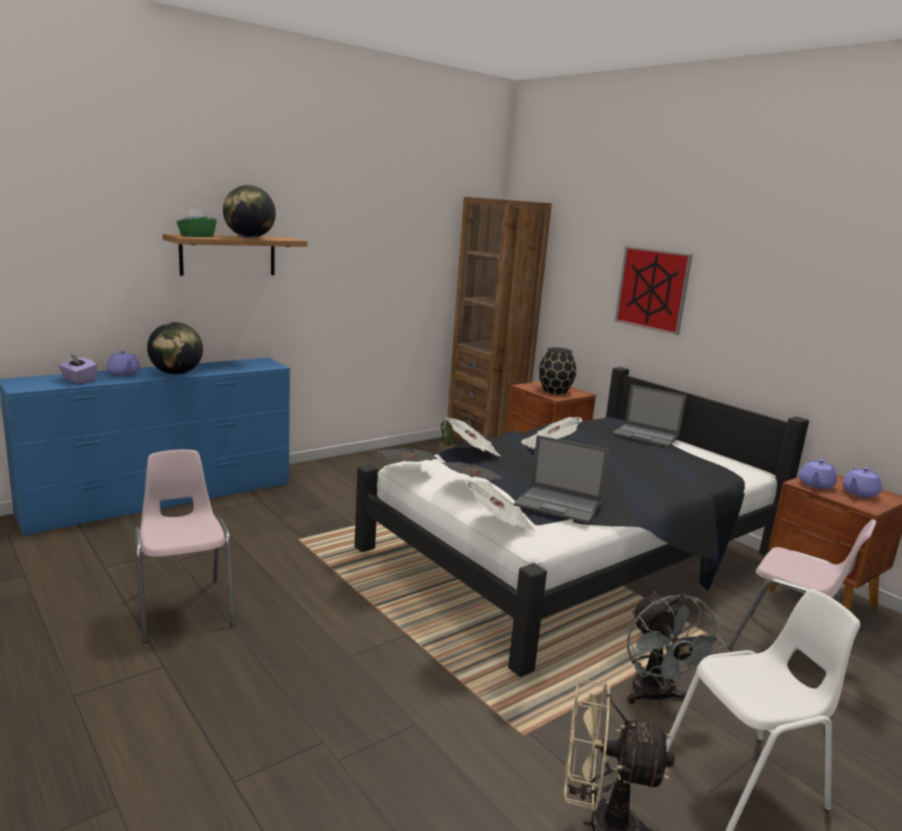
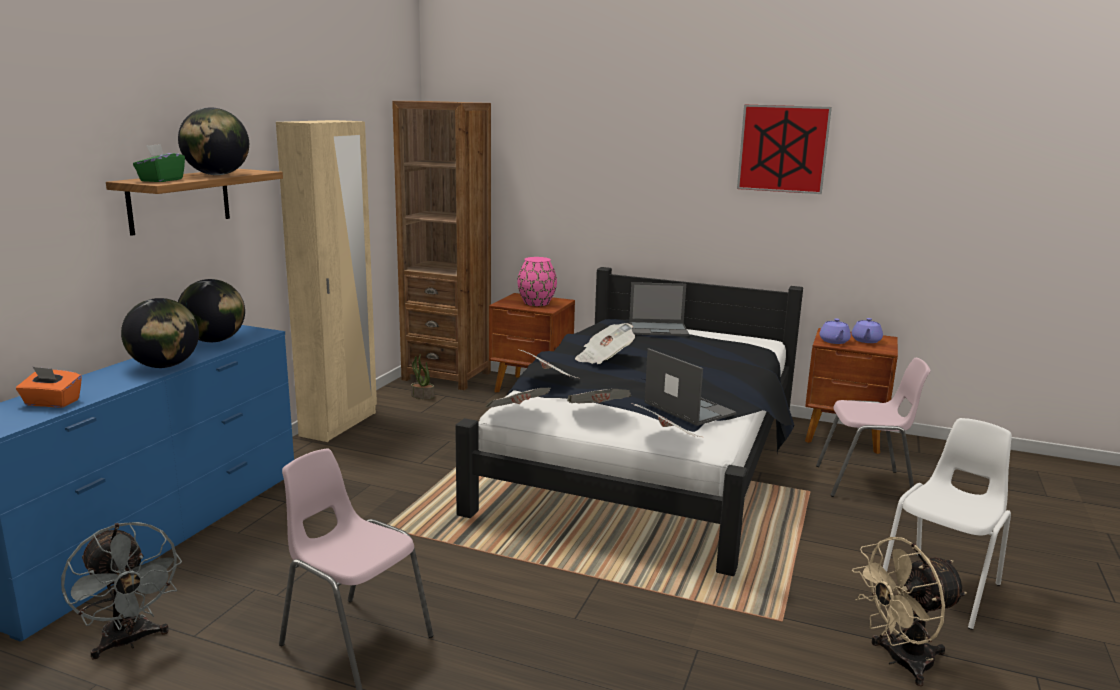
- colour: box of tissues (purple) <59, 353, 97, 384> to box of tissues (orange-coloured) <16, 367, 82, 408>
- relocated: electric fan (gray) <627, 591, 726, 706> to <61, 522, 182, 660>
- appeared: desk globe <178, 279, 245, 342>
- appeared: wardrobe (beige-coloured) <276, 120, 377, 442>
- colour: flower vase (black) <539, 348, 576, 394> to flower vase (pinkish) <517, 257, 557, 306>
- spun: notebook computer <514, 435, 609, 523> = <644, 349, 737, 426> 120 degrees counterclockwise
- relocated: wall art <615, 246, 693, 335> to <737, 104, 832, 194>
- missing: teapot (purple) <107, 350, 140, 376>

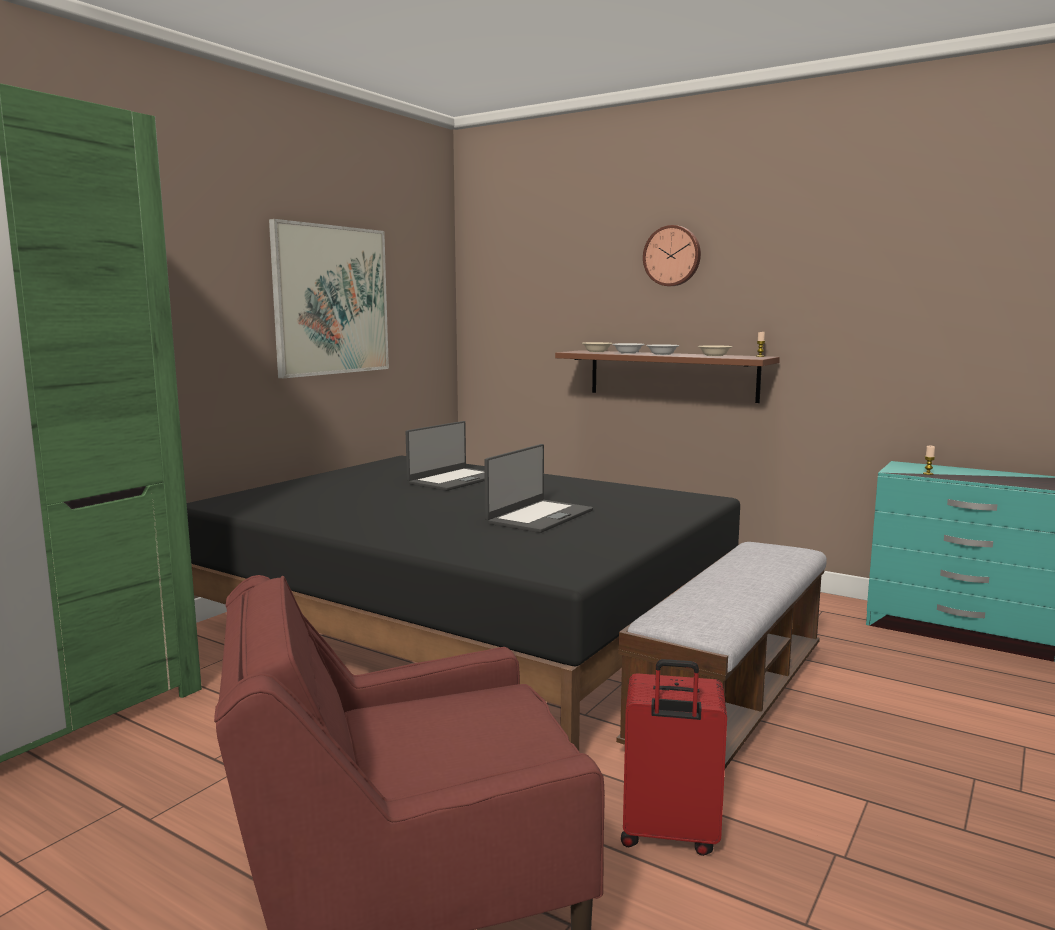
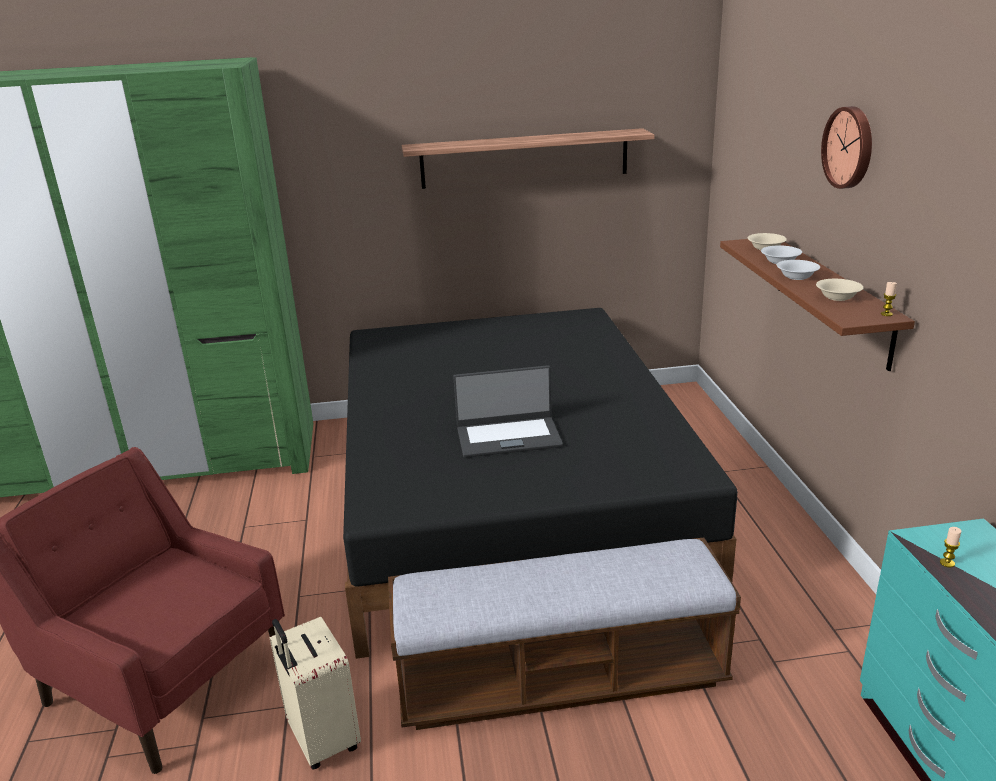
- colour: suitcase (reddish) <621, 659, 727, 856> to suitcase (beige-coloured) <270, 617, 361, 769>
- exchanged: wall art <269, 219, 389, 378> to wall shelf <402, 128, 655, 189>
- missing: notebook computer <406, 421, 485, 491>

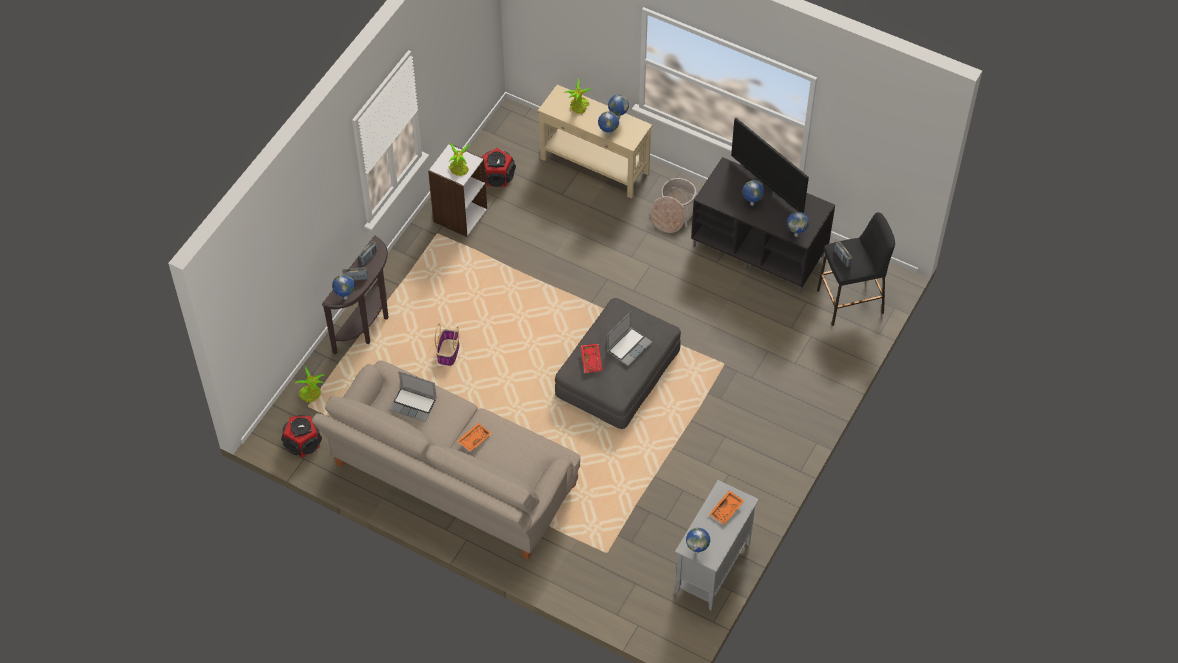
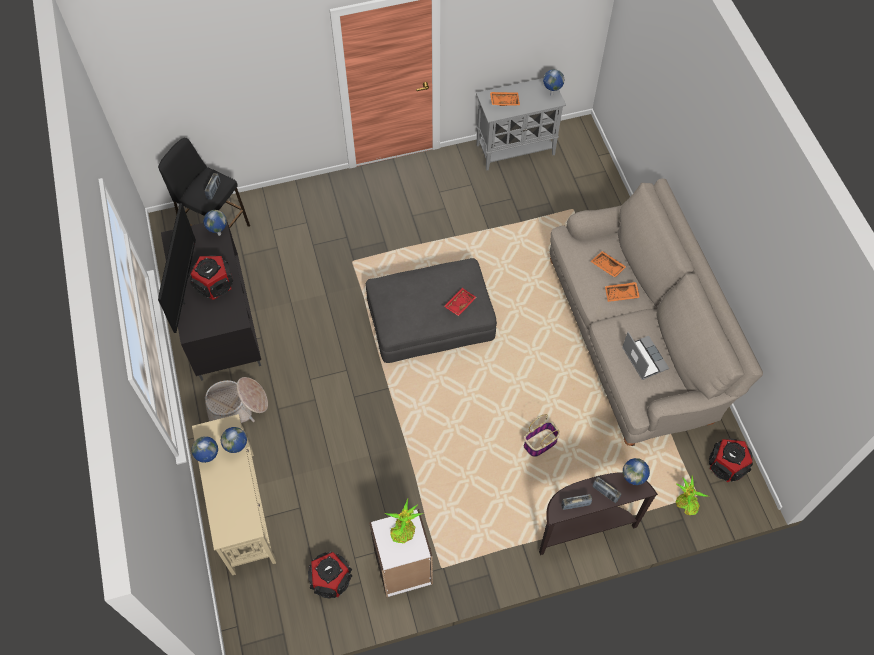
- exchanged: desk globe <743, 180, 764, 206> to audio speaker <190, 255, 233, 300>
- appeared: carrying tray (orange-coloured) <591, 251, 626, 278>
- missing: potted plant <564, 78, 591, 114>
- missing: notebook computer <607, 311, 652, 367>

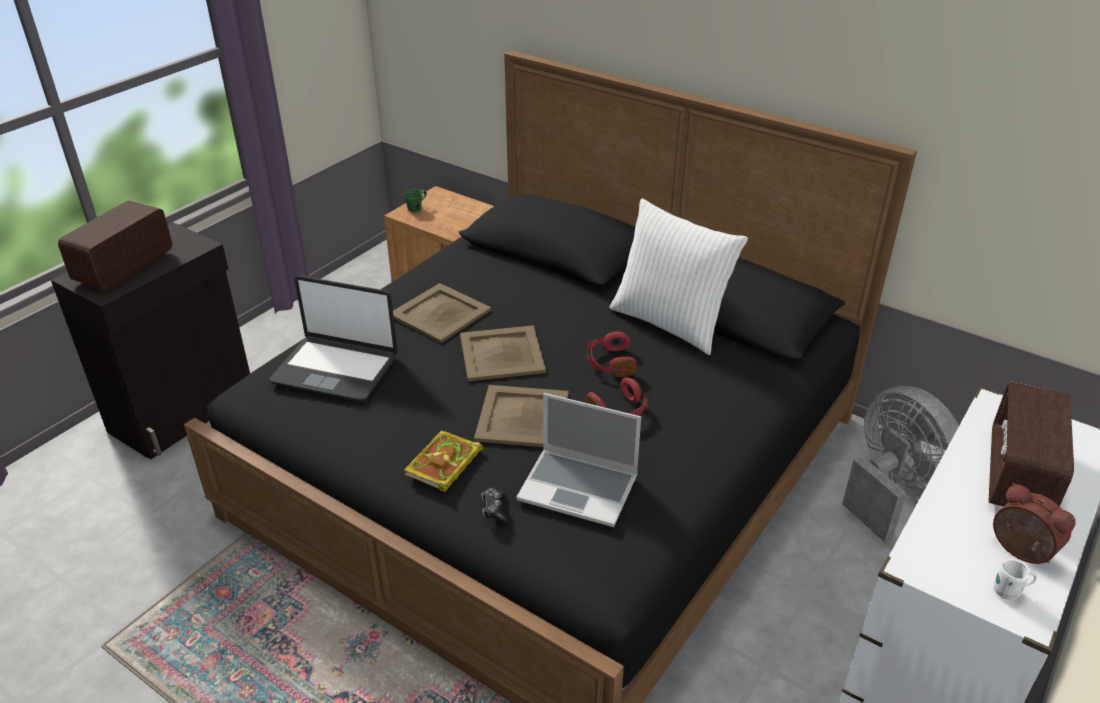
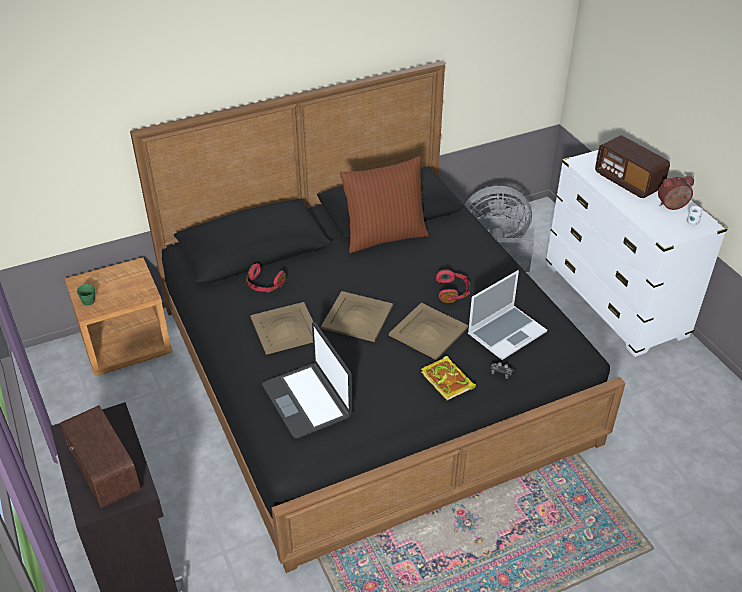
- relocated: pair of headphones (reddish) <587, 331, 637, 377> to <246, 263, 286, 293>
- spun: notebook computer <269, 276, 398, 402> = <262, 322, 353, 439> 105 degrees clockwise
- colour: throw pillow (white) <609, 198, 748, 355> to throw pillow (brownish) <340, 156, 429, 253>

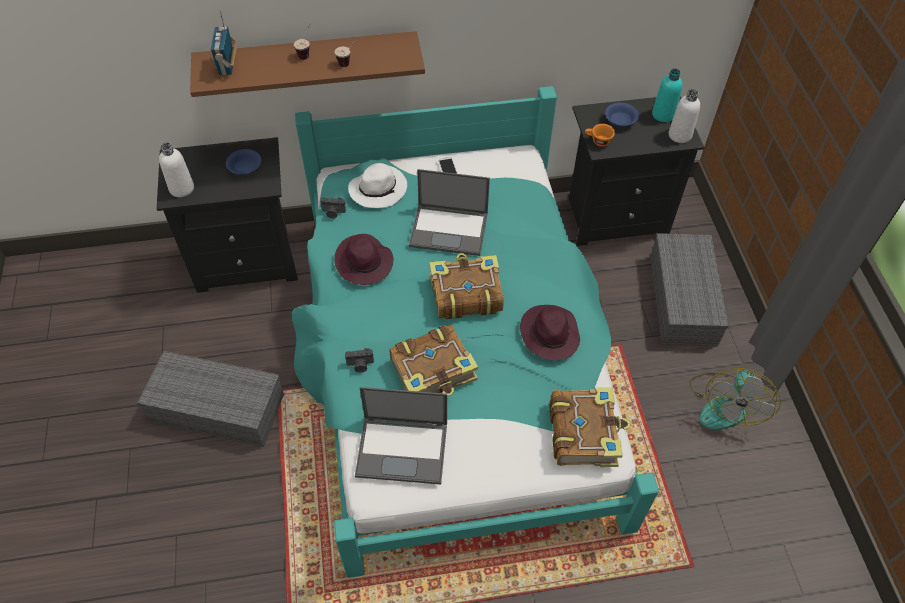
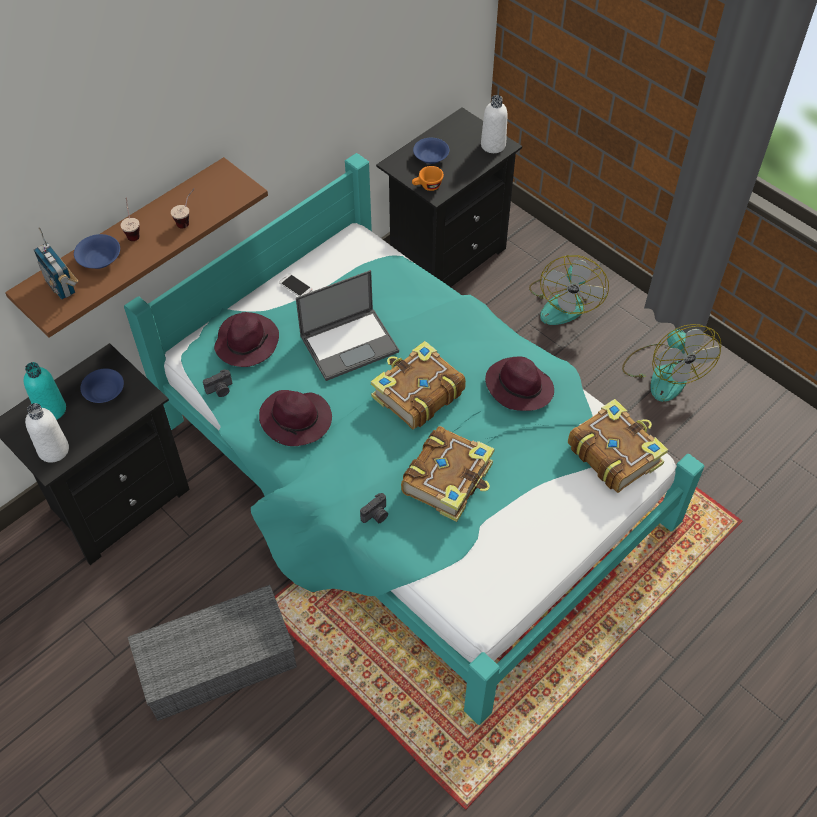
- relocated: drink bottle (blue-green) <652, 69, 683, 122> to <23, 362, 66, 420>
- appeared: serving bowl (blue-coloured) <74, 234, 120, 269>
- colour: clothing hat (white) <348, 163, 407, 208> to clothing hat (purple) <214, 312, 279, 367>
- exchanged: storage bin (gray) <650, 233, 729, 346> to electric fan <529, 255, 609, 325>
- missing: notebook computer <355, 387, 447, 485>

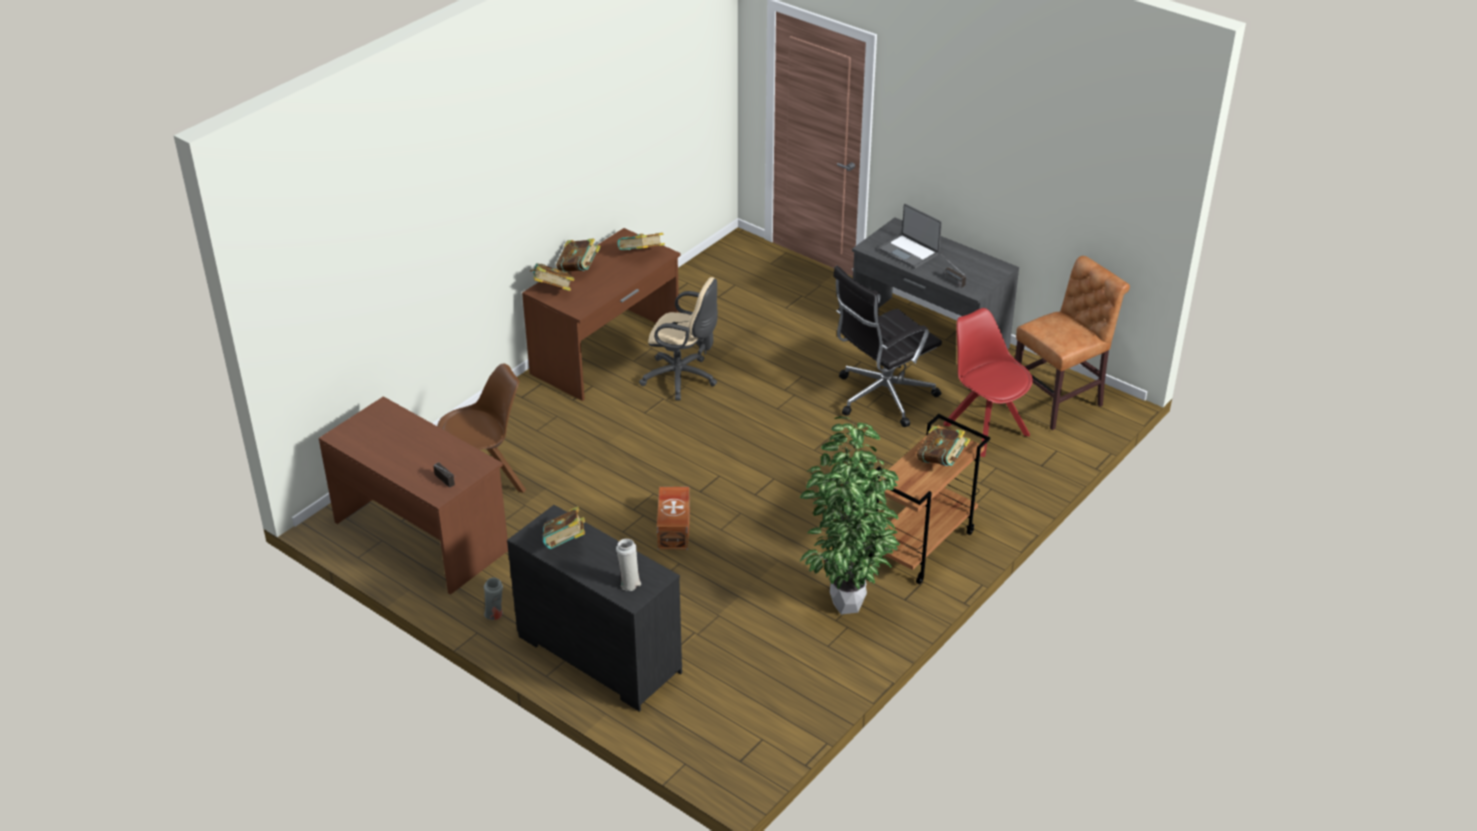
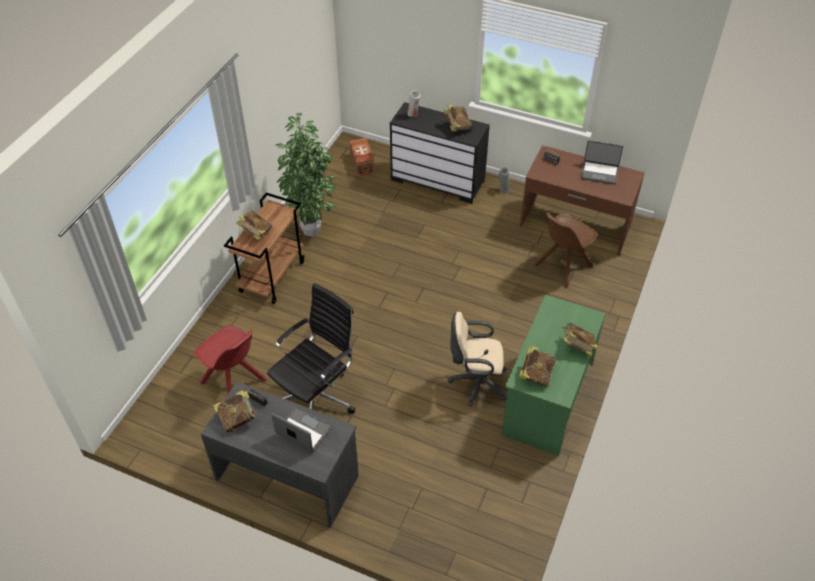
- relocated: bound book <530, 263, 574, 291> to <213, 390, 258, 432>
- relocated: storage bin (brownish) <657, 487, 690, 550> to <350, 138, 375, 176>
- colour: desk table (brownish) <522, 228, 681, 401> to desk table (green-coloured) <501, 294, 606, 456>
- appeared: notebook computer <581, 140, 623, 184>
- missing: chair (brownish) <1015, 256, 1130, 430>

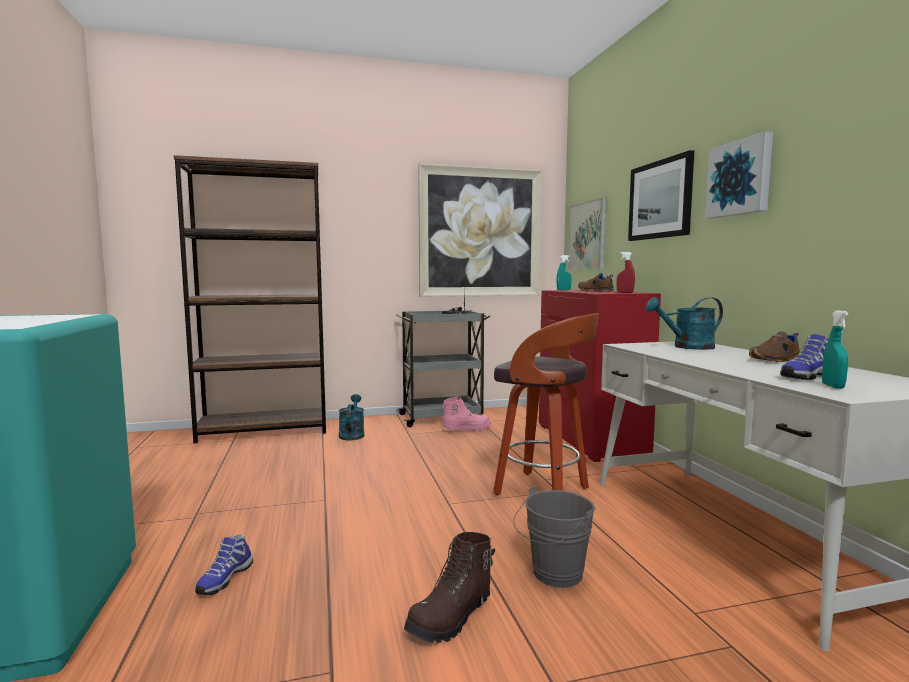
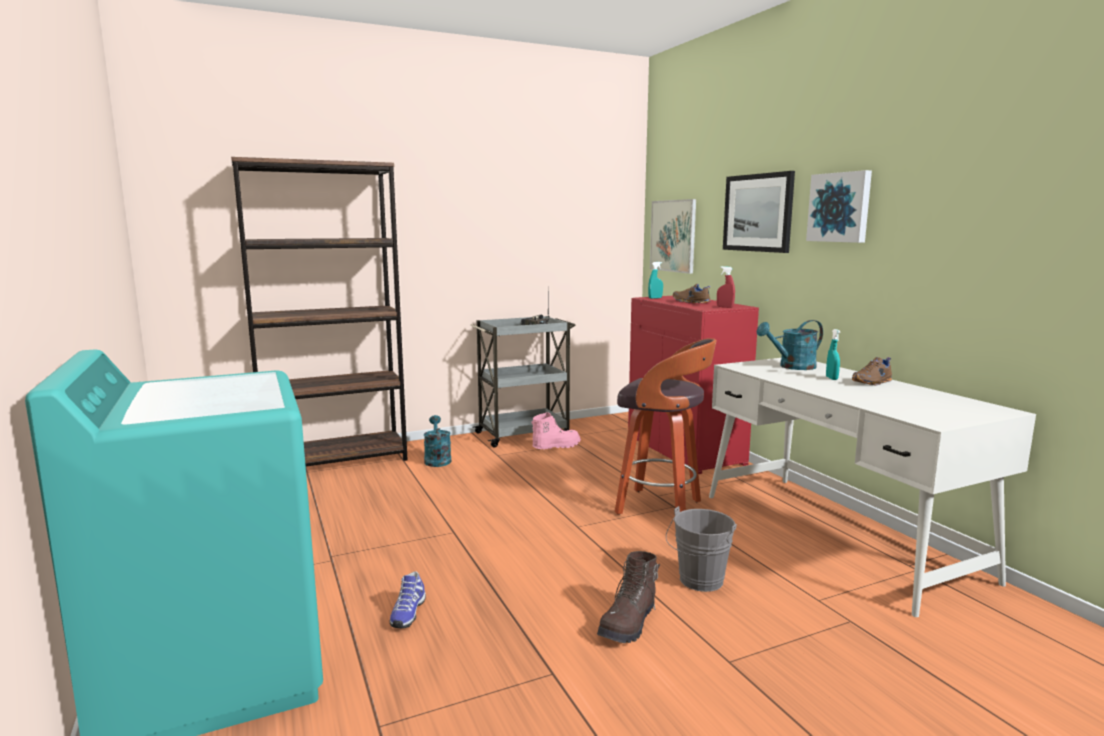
- relocated: spray bottle (blue-green) <822, 310, 849, 389> to <826, 329, 841, 380>
- missing: wall art <418, 163, 542, 297>
- missing: shoe <780, 334, 829, 380>

